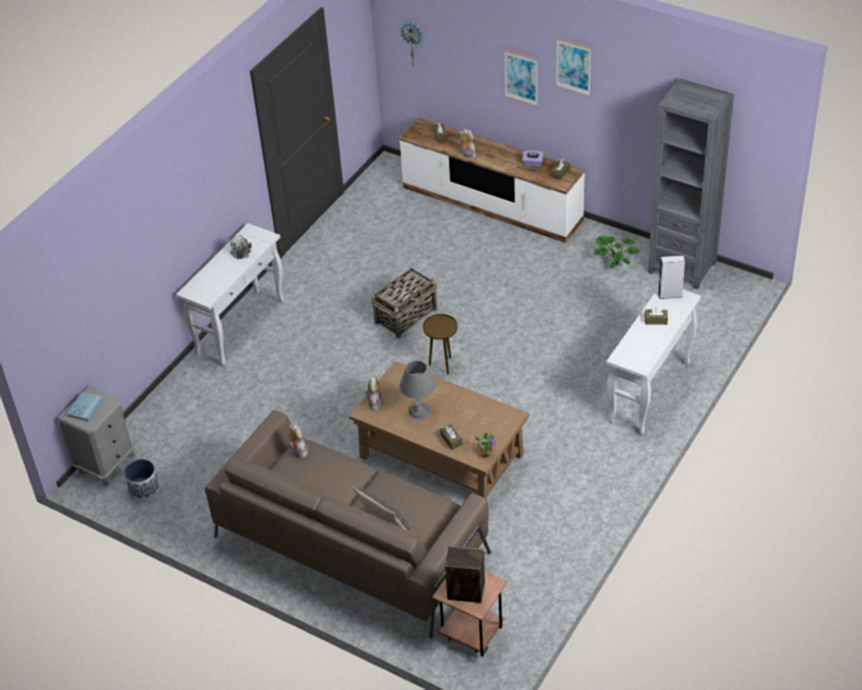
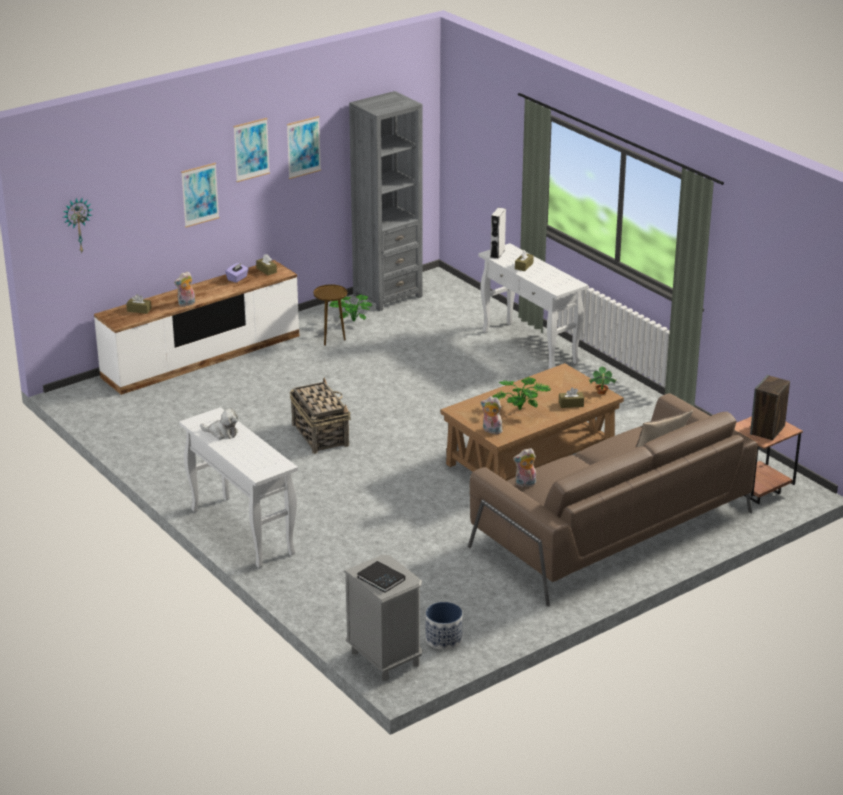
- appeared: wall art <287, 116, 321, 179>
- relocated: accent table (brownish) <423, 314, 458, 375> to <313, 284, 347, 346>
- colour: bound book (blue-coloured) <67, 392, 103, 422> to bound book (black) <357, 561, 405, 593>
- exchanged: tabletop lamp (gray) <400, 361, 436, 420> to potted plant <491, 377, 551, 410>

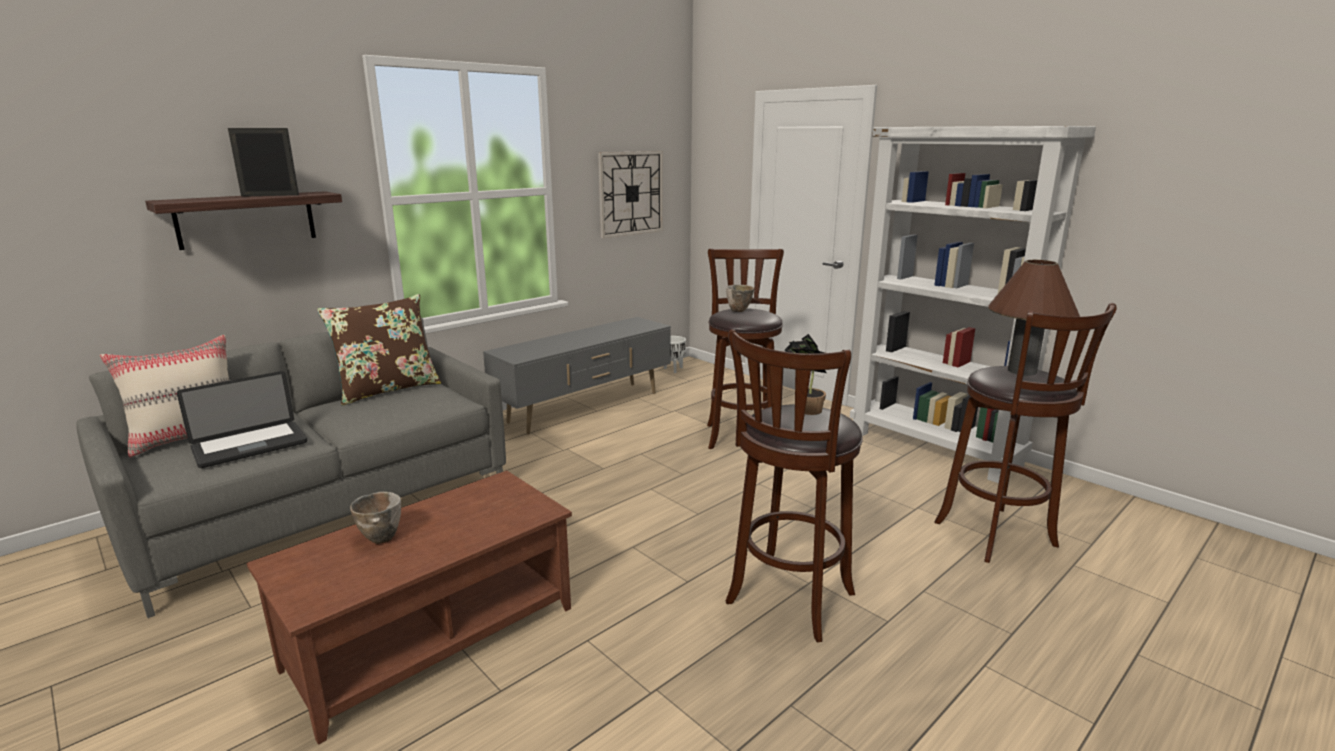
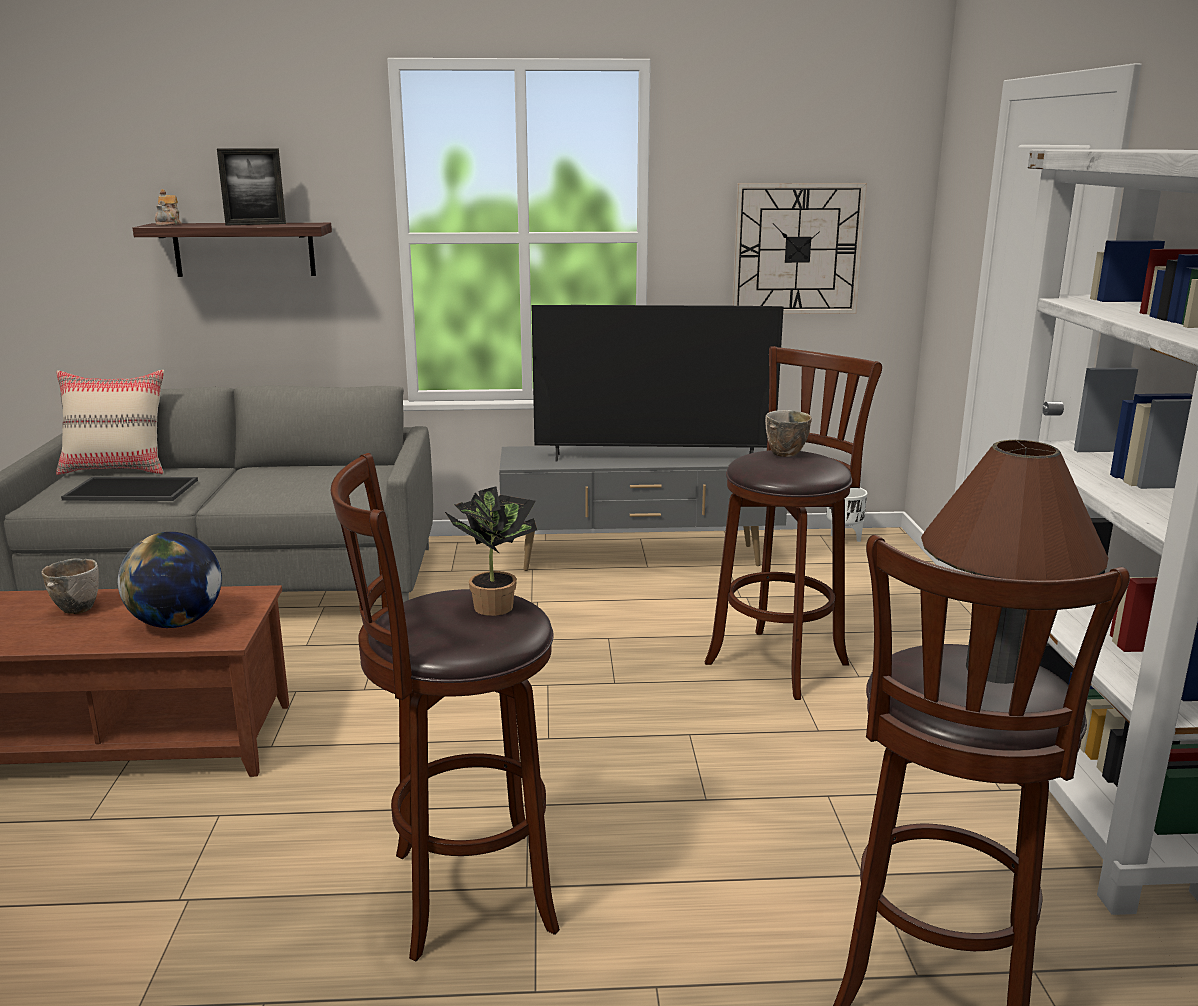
- exchanged: notebook computer <177, 371, 307, 468> to carrying tray <61, 476, 198, 501>
- appeared: desk globe <118, 532, 222, 628>
- appeared: teapot <155, 189, 182, 226>
- spun: photo frame <228, 128, 299, 197> = <217, 148, 286, 226> 135 degrees clockwise
- appeared: TV <531, 305, 784, 462>
- missing: throw pillow (brownish) <317, 294, 441, 406>

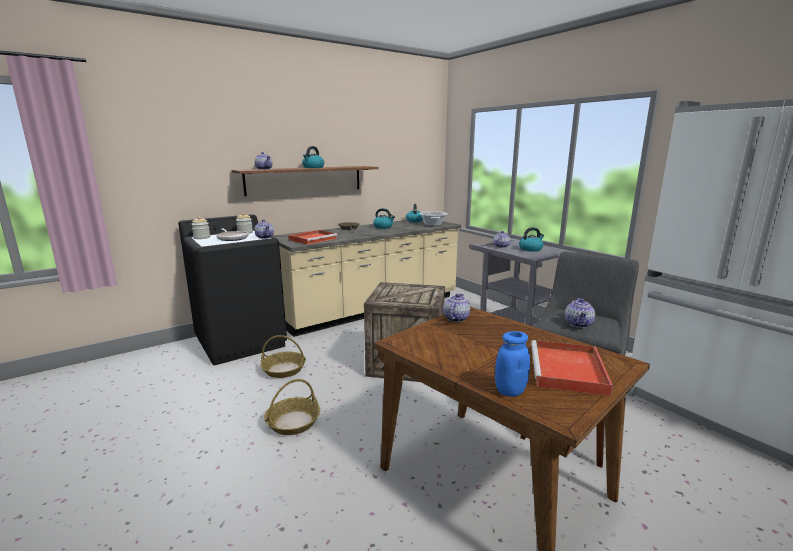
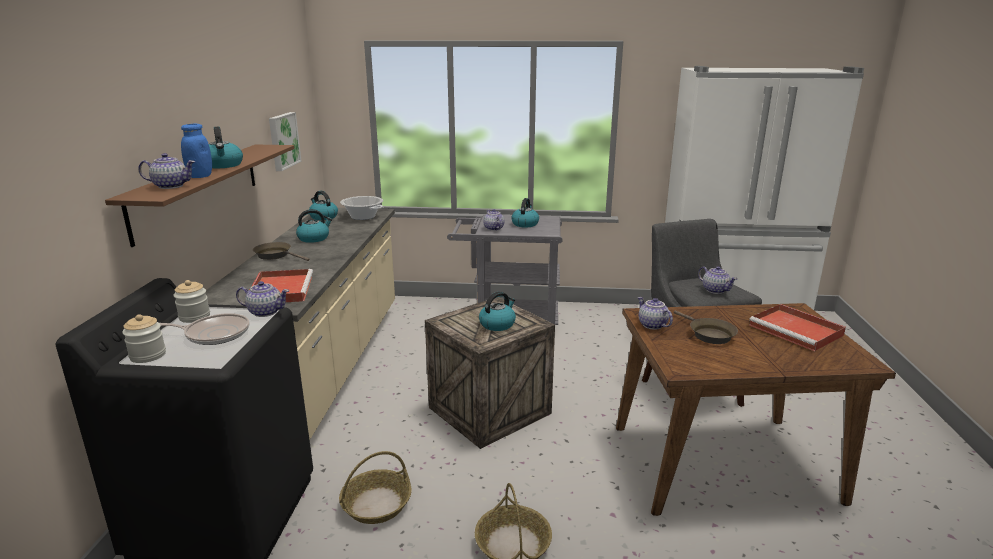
- relocated: jar (blue-coloured) <495, 331, 530, 397> to <181, 124, 212, 178>
- appeared: wall art <269, 112, 302, 171>
- appeared: water kettle <479, 291, 516, 331>
- appeared: skillet (brownish) <674, 311, 738, 344>

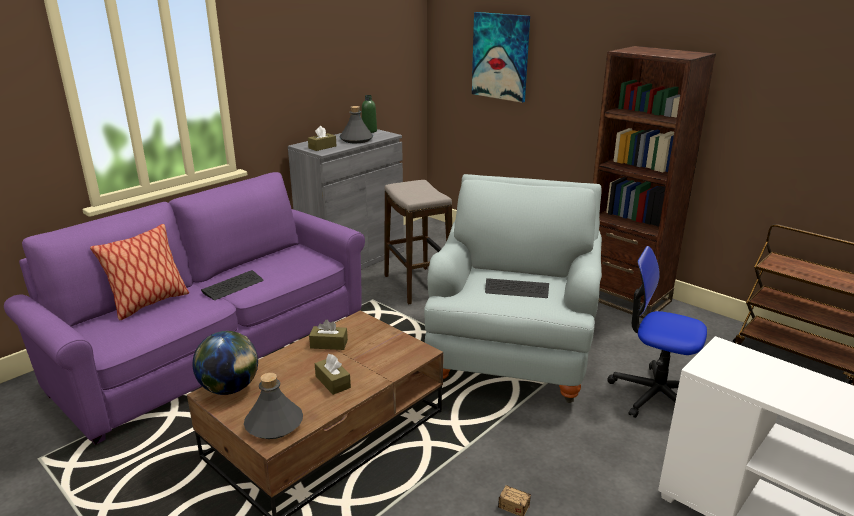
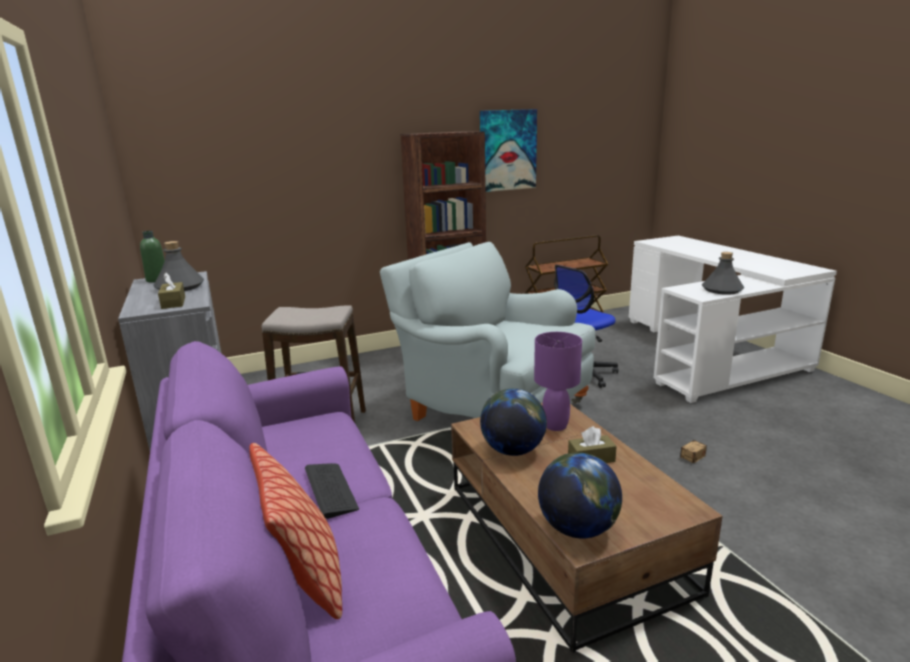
- relocated: wall art <472, 12, 530, 103> to <480, 109, 537, 192>
- exchanged: box of tissues (brownish) <309, 320, 348, 350> to desk globe <480, 389, 547, 456>
- appeared: tabletop lamp (purple) <534, 332, 582, 431>
- relocated: drink bottle (gray) <244, 373, 303, 439> to <702, 252, 744, 295>
- missing: computer keyboard <485, 278, 549, 298>

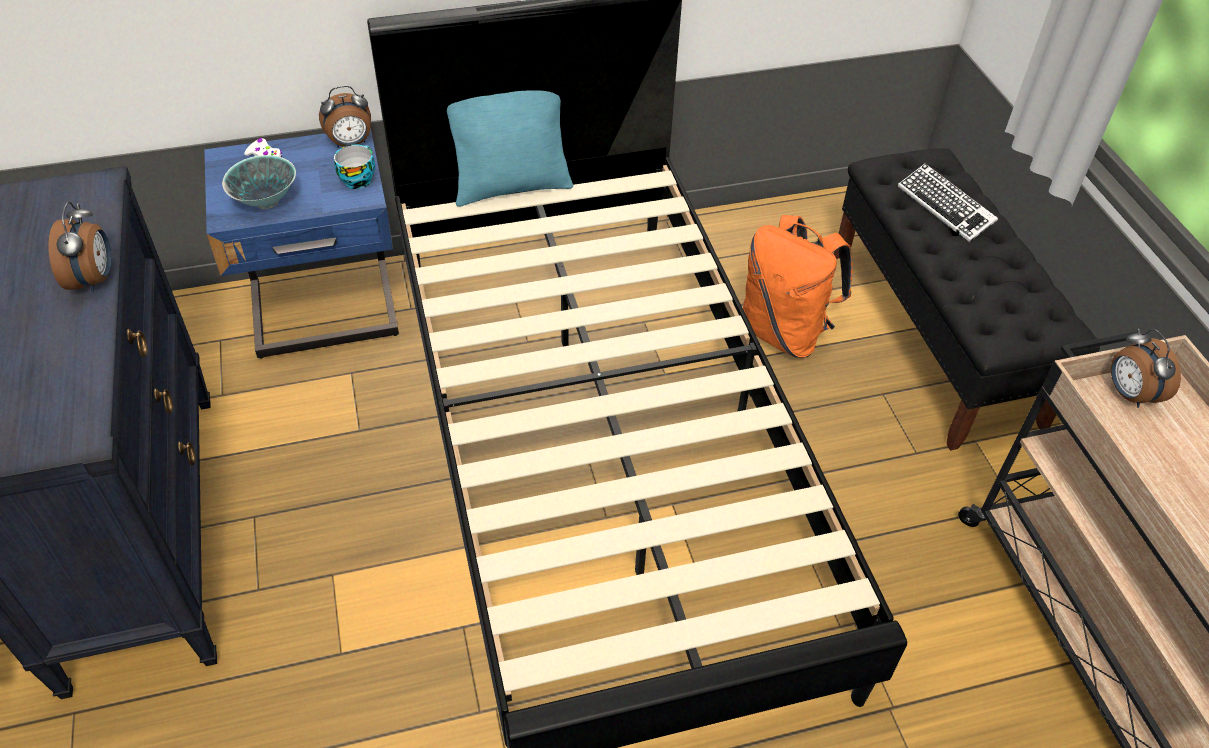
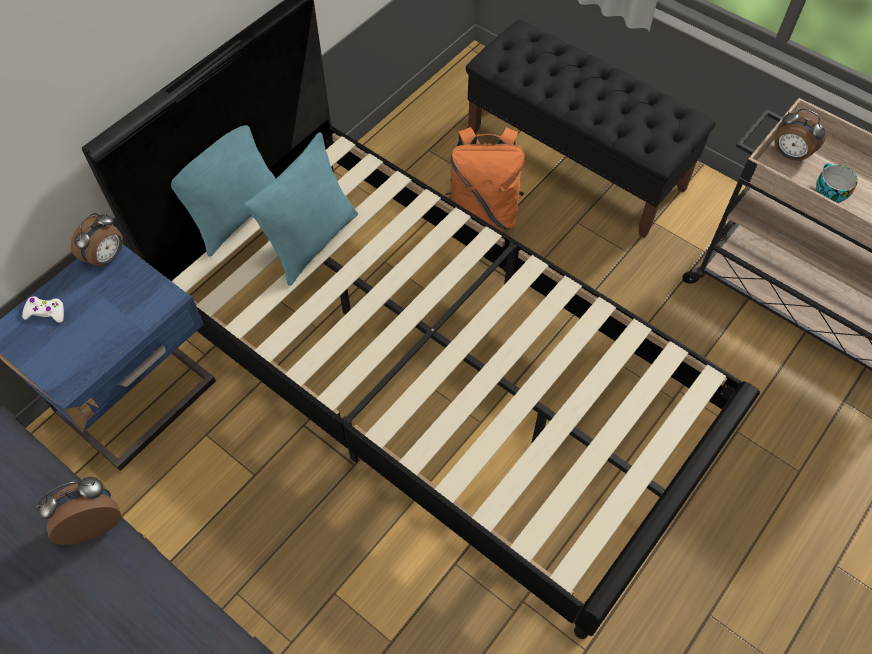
- spun: bedside clock <48, 201, 111, 293> = <36, 477, 121, 545> 75 degrees counterclockwise
- appeared: throw pillow (blue-green) <244, 132, 358, 286>
- relocated: small cup <334, 144, 375, 189> to <816, 163, 858, 203>
- missing: serving bowl <222, 155, 296, 209>
- missing: computer keyboard <898, 163, 998, 242>

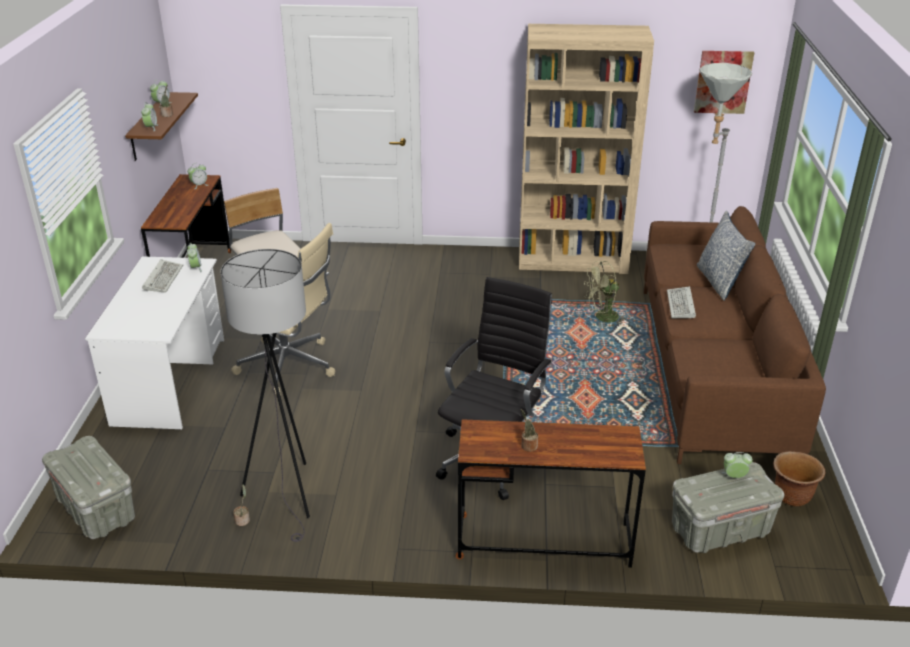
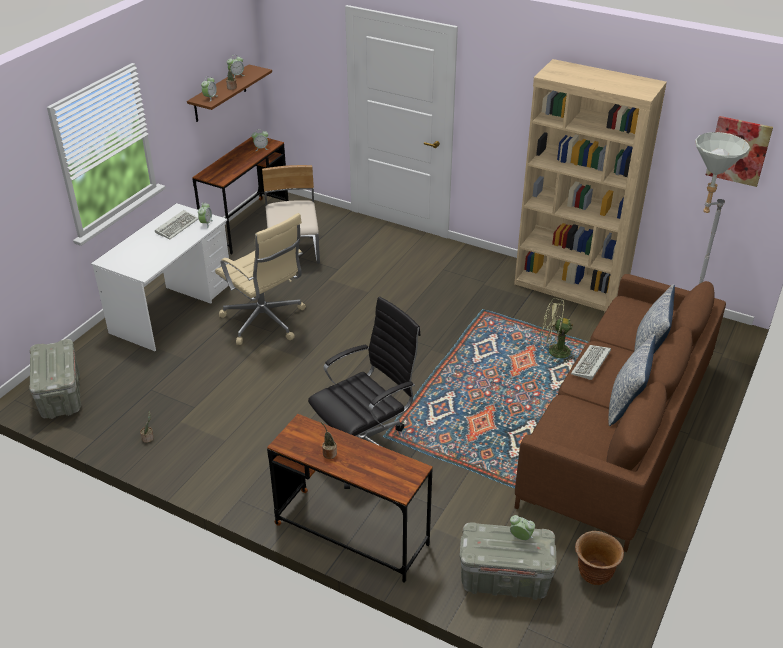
- appeared: throw pillow <608, 334, 656, 426>
- missing: standard lamp (gray) <220, 249, 310, 542>

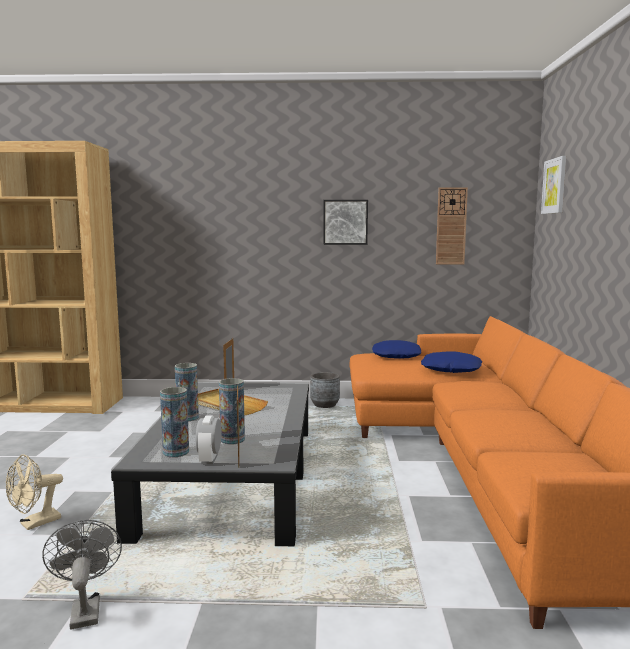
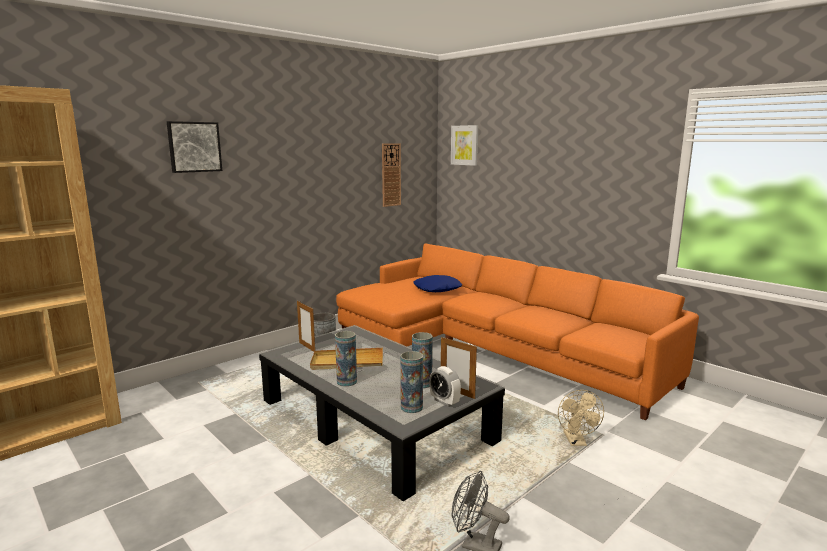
- relocated: wall art <323, 200, 368, 245> to <167, 121, 222, 173>
- relocated: electric fan (beige-coloured) <6, 454, 63, 530> to <558, 390, 604, 446>
- missing: throw pillow (blue-coloured) <372, 340, 421, 358>

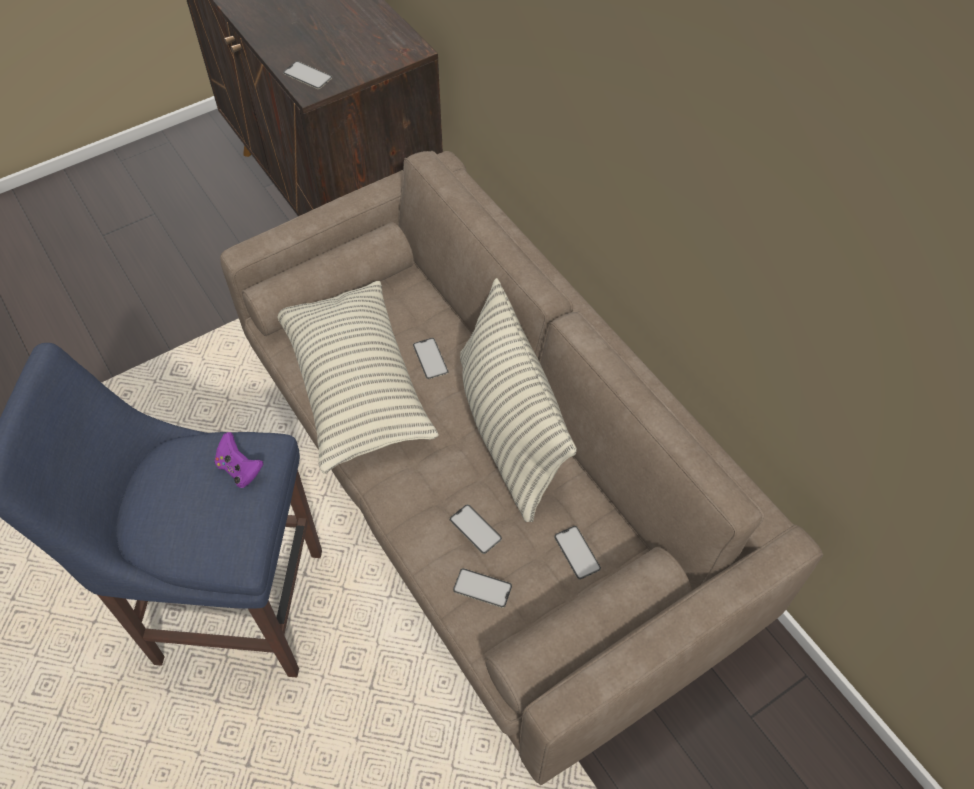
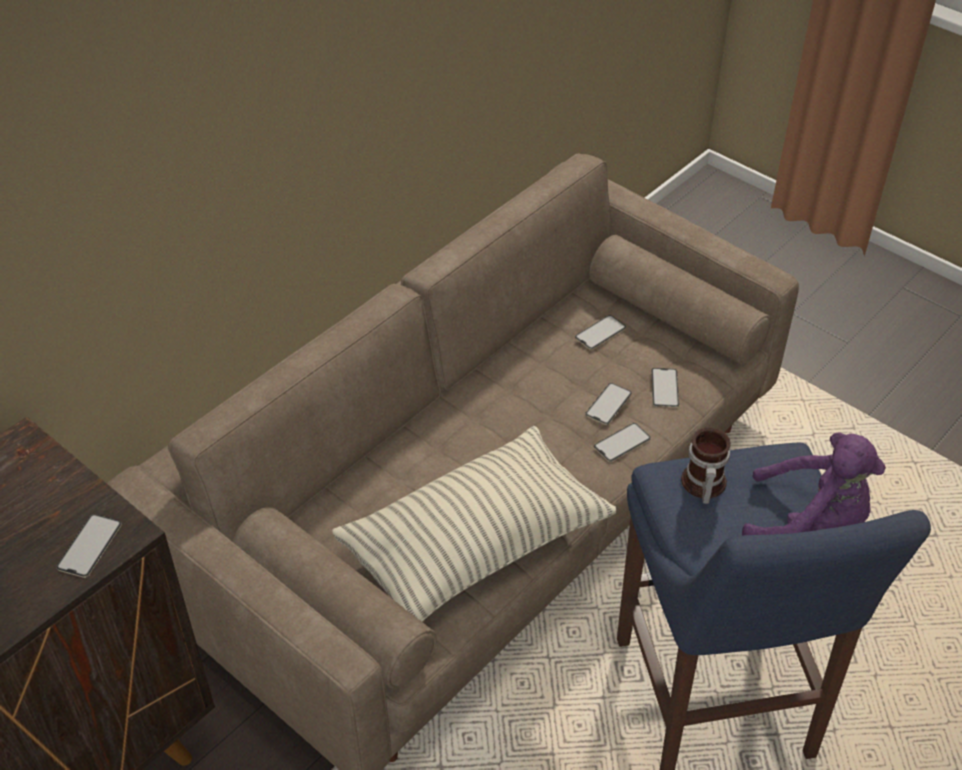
- relocated: handset <413, 338, 448, 379> to <594, 423, 651, 462>
- exchanged: joypad (purple) <215, 432, 263, 488> to mug <681, 427, 731, 504>
- appeared: soft toy (purple) <742, 432, 886, 535>
- missing: throw pillow <460, 278, 577, 522>

